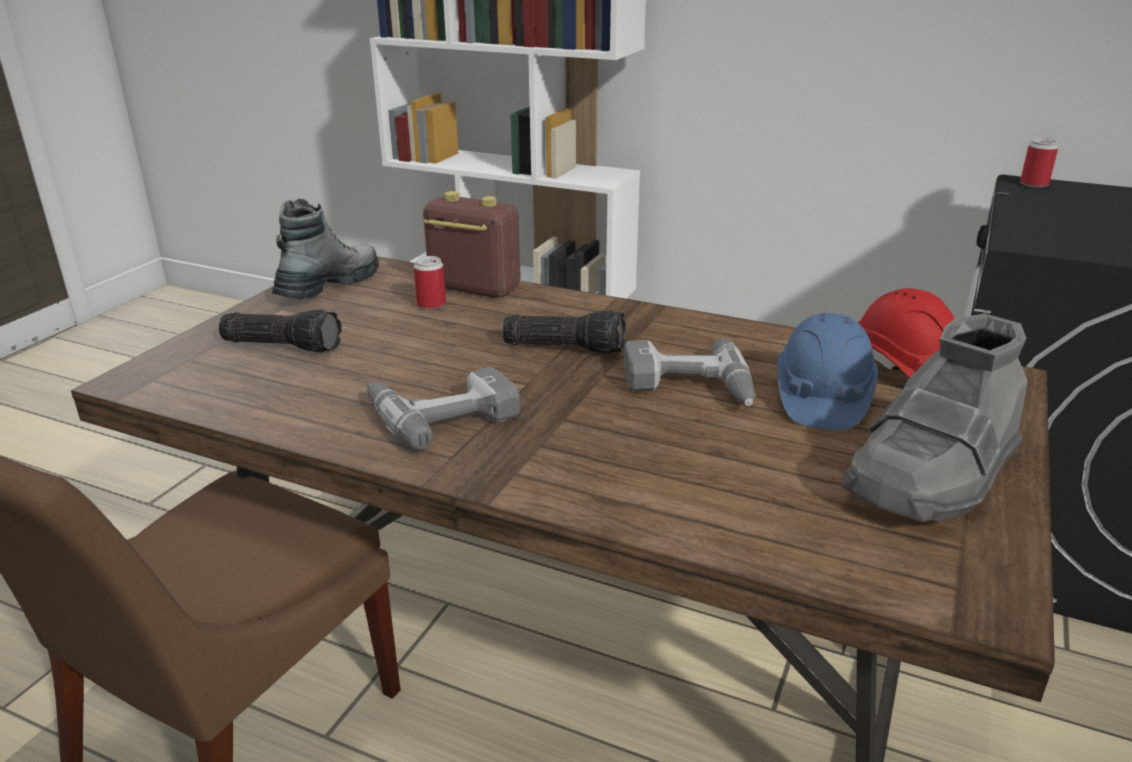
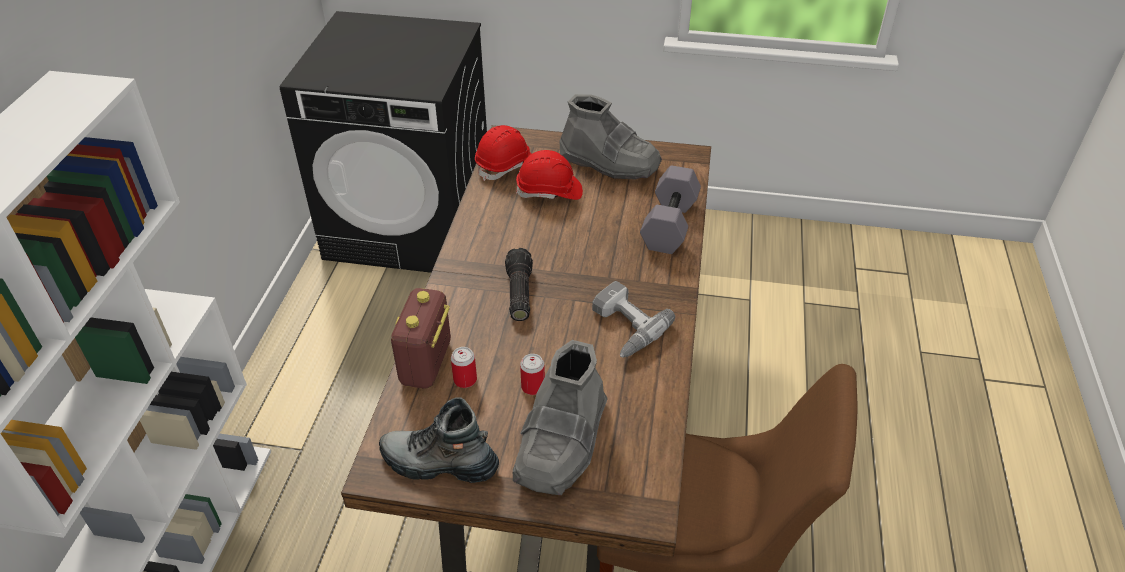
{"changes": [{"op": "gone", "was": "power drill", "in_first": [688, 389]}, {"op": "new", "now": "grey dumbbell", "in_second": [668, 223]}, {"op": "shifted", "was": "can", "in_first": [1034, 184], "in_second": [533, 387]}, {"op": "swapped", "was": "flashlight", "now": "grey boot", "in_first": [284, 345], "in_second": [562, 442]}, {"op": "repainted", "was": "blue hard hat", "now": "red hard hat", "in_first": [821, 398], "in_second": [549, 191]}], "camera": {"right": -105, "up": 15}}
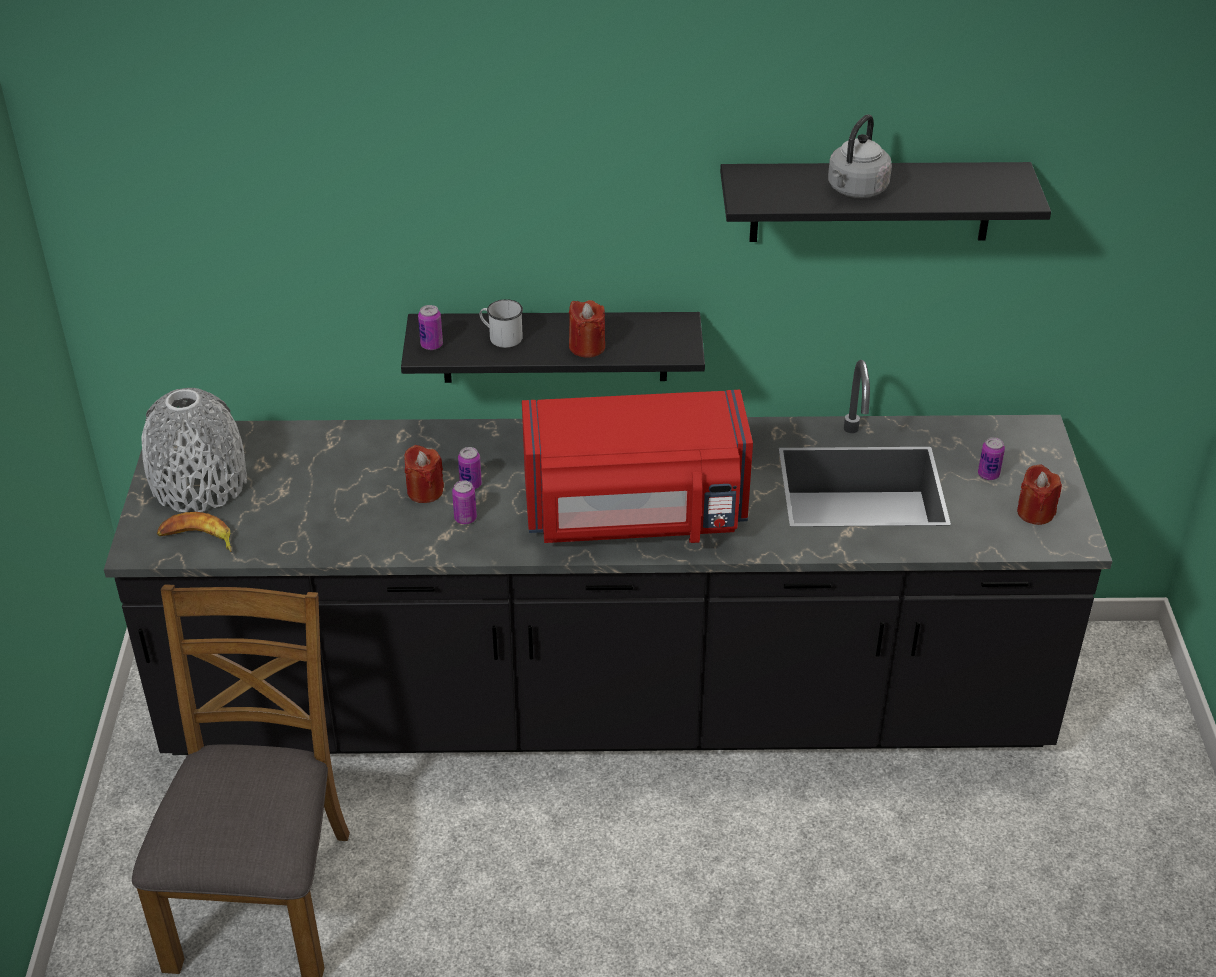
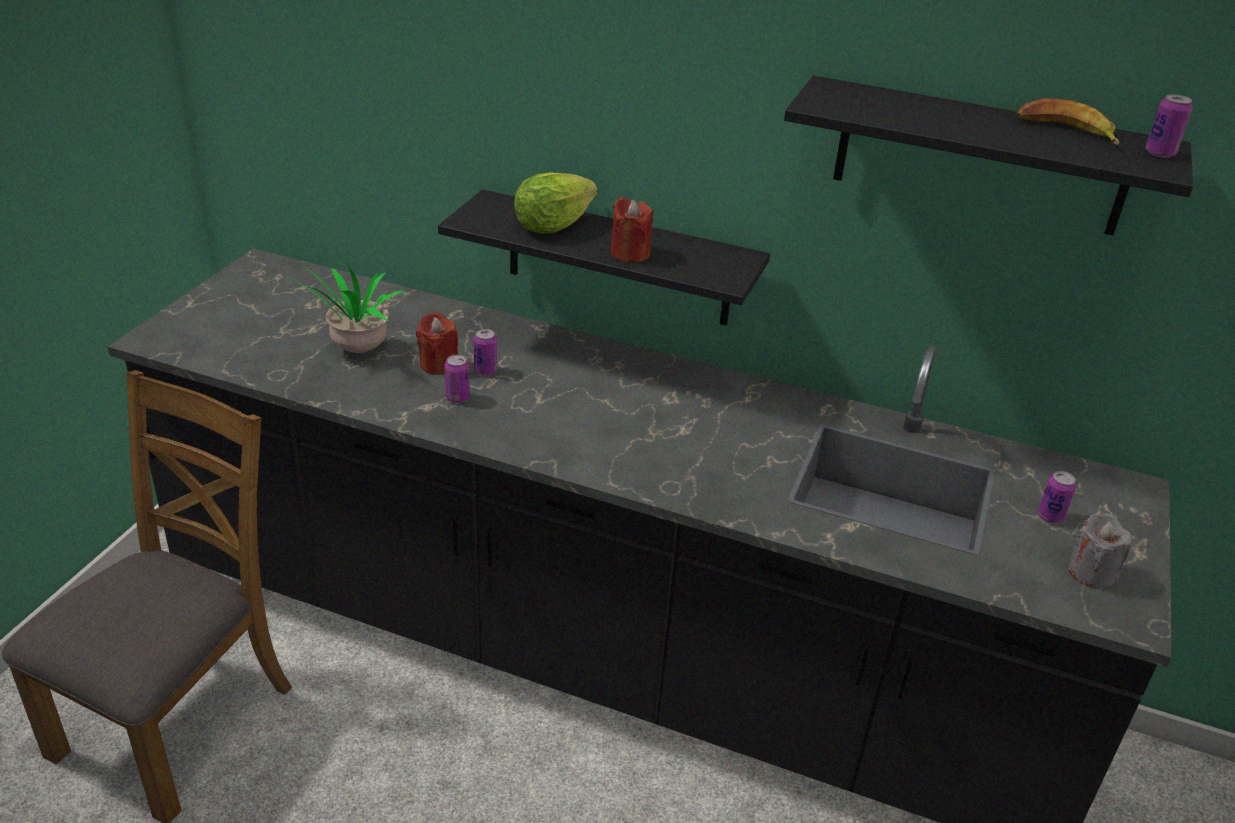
{"changes": [{"op": "gone", "was": "grey vase", "in_first": [199, 483]}, {"op": "gone", "was": "red microwave", "in_first": [635, 516]}, {"op": "gone", "was": "grey kettle", "in_first": [855, 190]}, {"op": "new", "now": "potted plant", "in_second": [356, 351]}, {"op": "shifted", "was": "banana", "in_first": [198, 539], "in_second": [1066, 131]}, {"op": "shifted", "was": "can", "in_first": [431, 345], "in_second": [1159, 153]}, {"op": "swapped", "was": "white mug", "now": "lettuce", "in_first": [501, 337], "in_second": [552, 226]}, {"op": "repainted", "was": "red candle", "now": "grey candle", "in_first": [1035, 513], "in_second": [1091, 573]}], "camera": {"right": 20, "up": -5}}
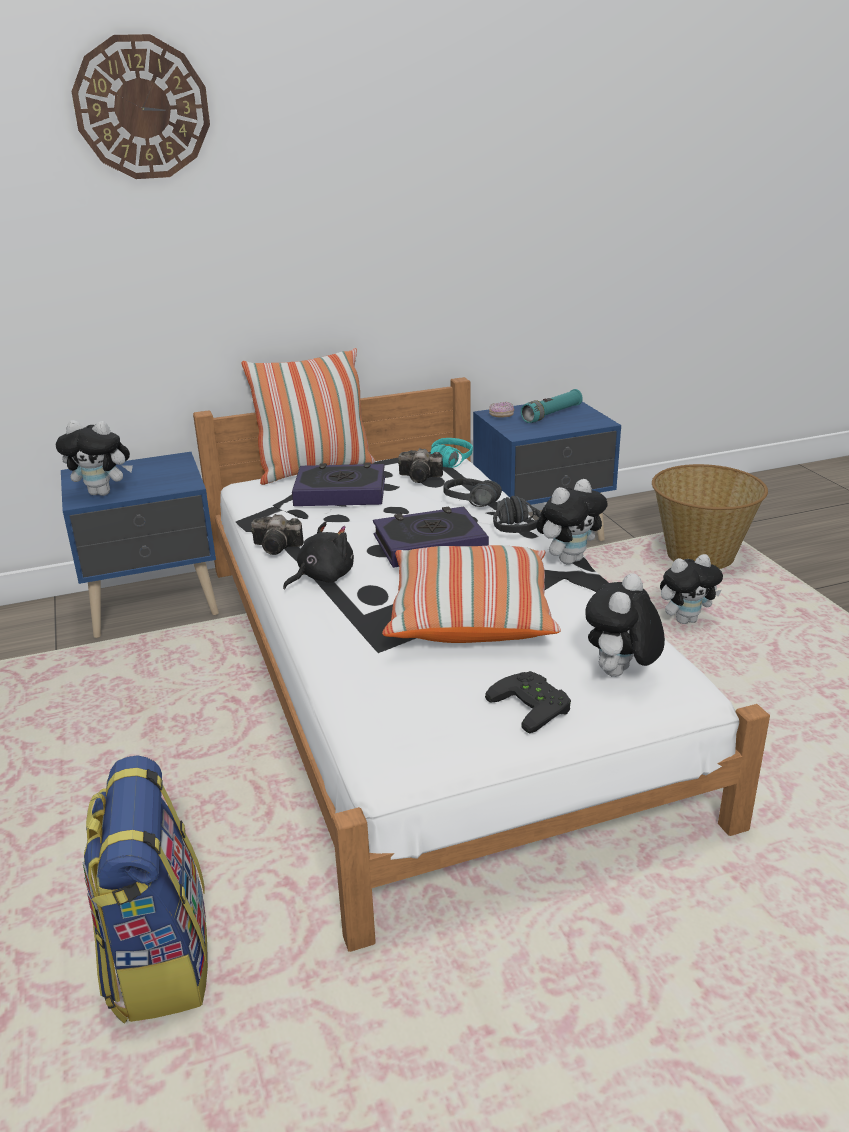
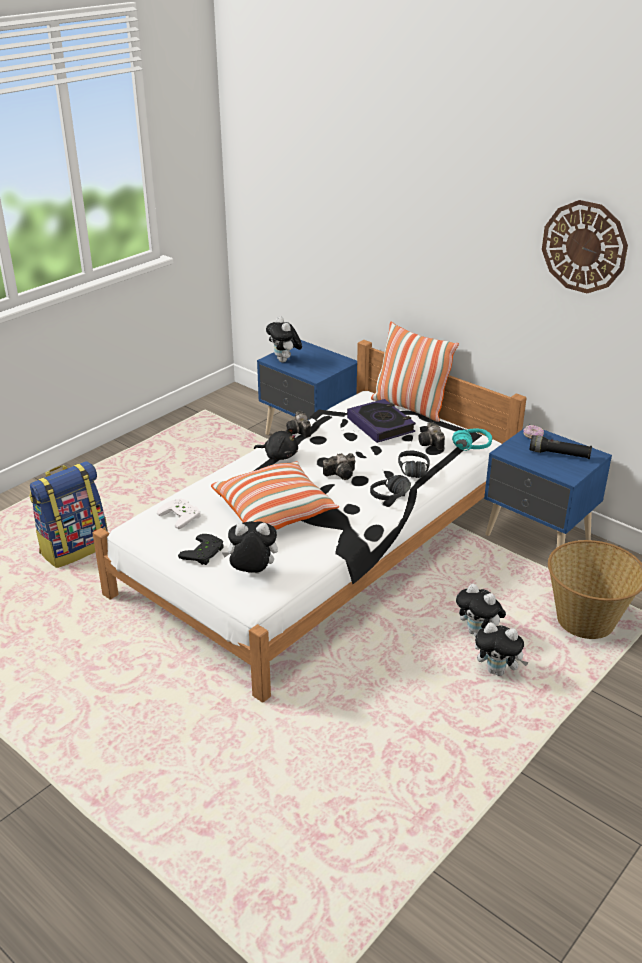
{"changes": [{"op": "new", "now": "white game controller", "in_second": [182, 515]}, {"op": "shifted", "was": "wall clock", "in_first": [142, 108], "in_second": [584, 247]}, {"op": "shifted", "was": "plush toy", "in_first": [569, 559], "in_second": [497, 671]}, {"op": "swapped", "was": "book", "now": "photo camera", "in_first": [429, 544], "in_second": [342, 474]}, {"op": "repainted", "was": "turquoise flashlight", "now": "black flashlight", "in_first": [552, 415], "in_second": [559, 454]}], "camera": {"right": 60, "up": 5}}
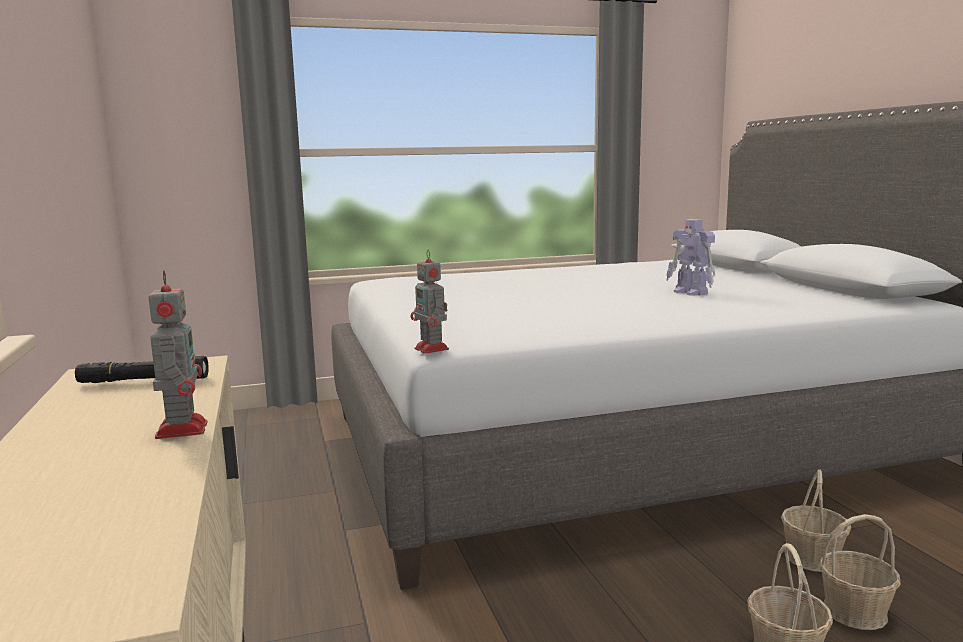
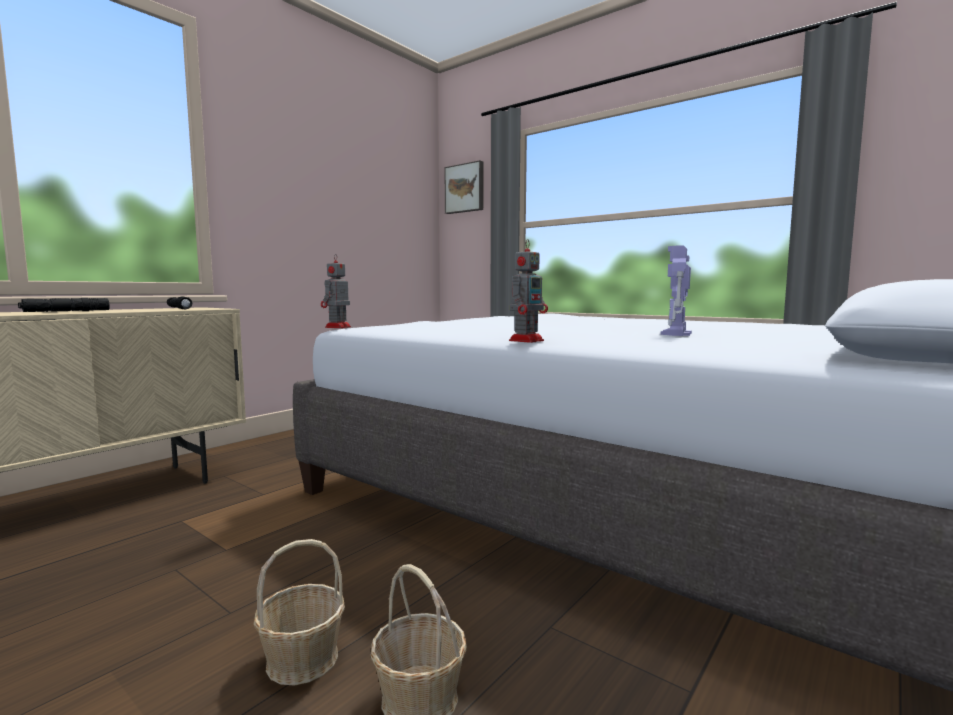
{"changes": [{"op": "gone", "was": "basket", "in_first": [812, 557]}, {"op": "new", "now": "black flashlight", "in_second": [66, 311]}, {"op": "new", "now": "picture", "in_second": [465, 188]}, {"op": "shifted", "was": "toy robot", "in_first": [182, 429], "in_second": [527, 340]}], "camera": {"right": 55, "up": -5}}
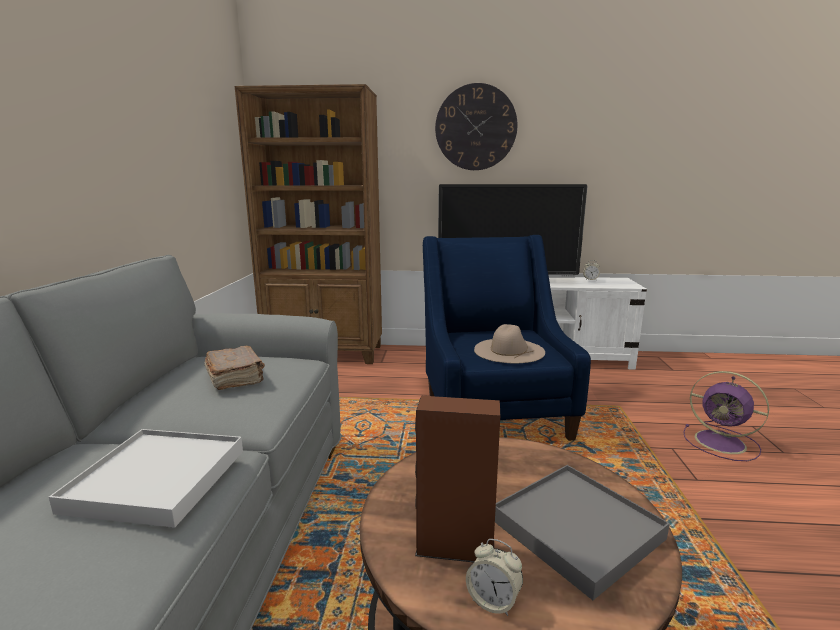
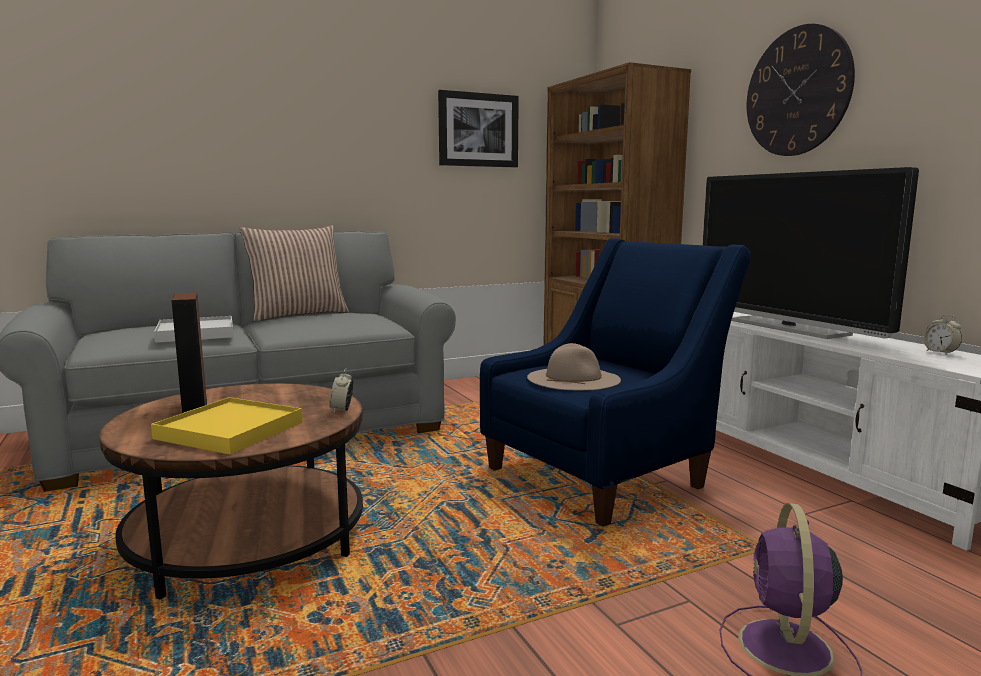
{"changes": [{"op": "gone", "was": "brown book", "in_first": [235, 378]}, {"op": "new", "now": "pillow", "in_second": [298, 314]}, {"op": "new", "now": "picture", "in_second": [478, 130]}, {"op": "shifted", "was": "alarm clock", "in_first": [493, 601], "in_second": [342, 410]}, {"op": "repainted", "was": "grey tray", "now": "yellow tray", "in_first": [577, 529], "in_second": [230, 430]}], "camera": {"right": 60, "up": -5}}
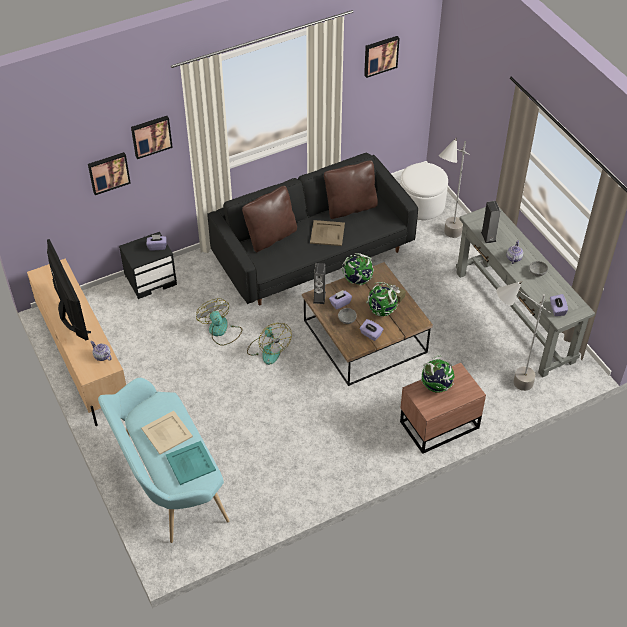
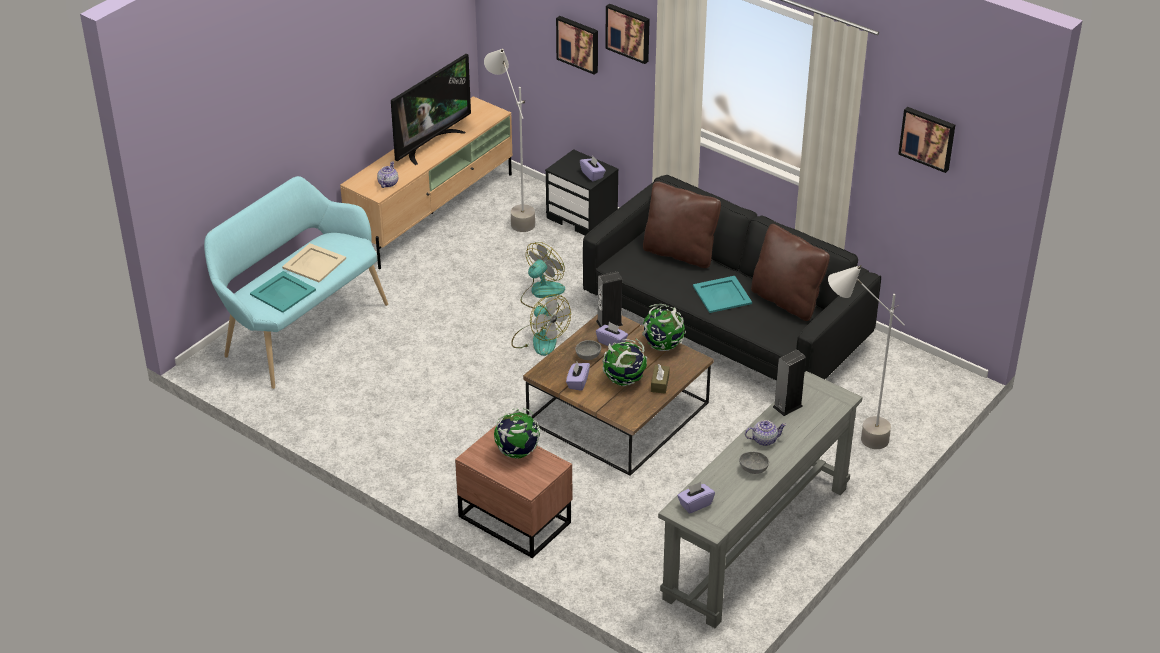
{"changes": [{"op": "gone", "was": "white ottoman", "in_first": [421, 204]}, {"op": "shifted", "was": "grey floor lamp", "in_first": [506, 384], "in_second": [512, 214]}, {"op": "repainted", "was": "beige tray", "now": "turquoise tray", "in_first": [327, 233], "in_second": [722, 295]}, {"op": "rotated", "was": "fan", "in_first": [268, 349], "in_second": [539, 339], "clockwise": -75}], "camera": {"right": 65, "up": -10}}
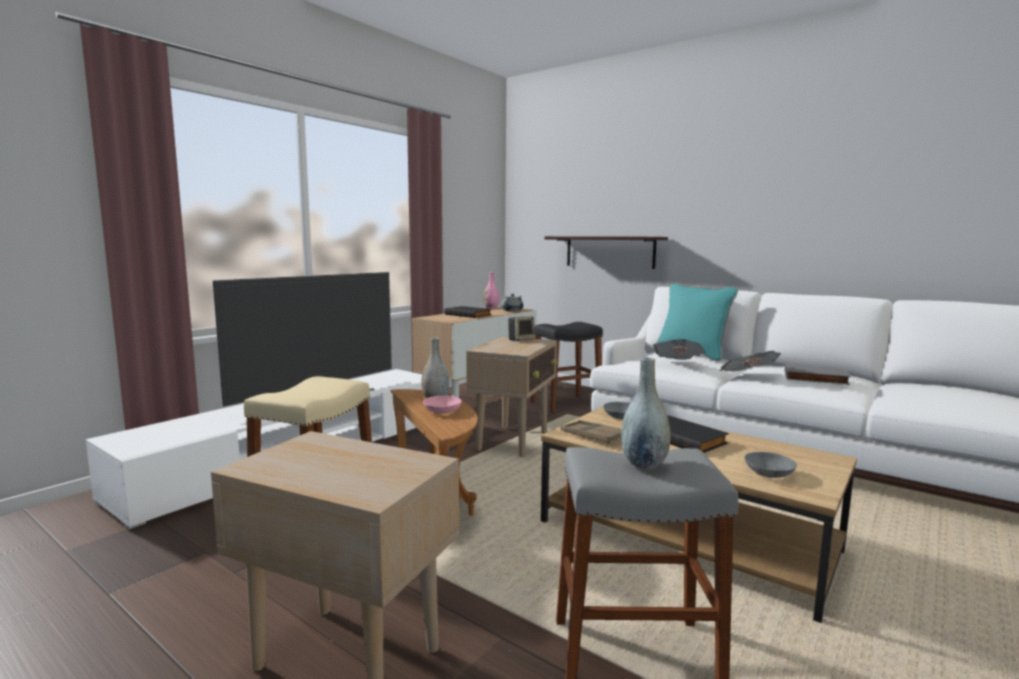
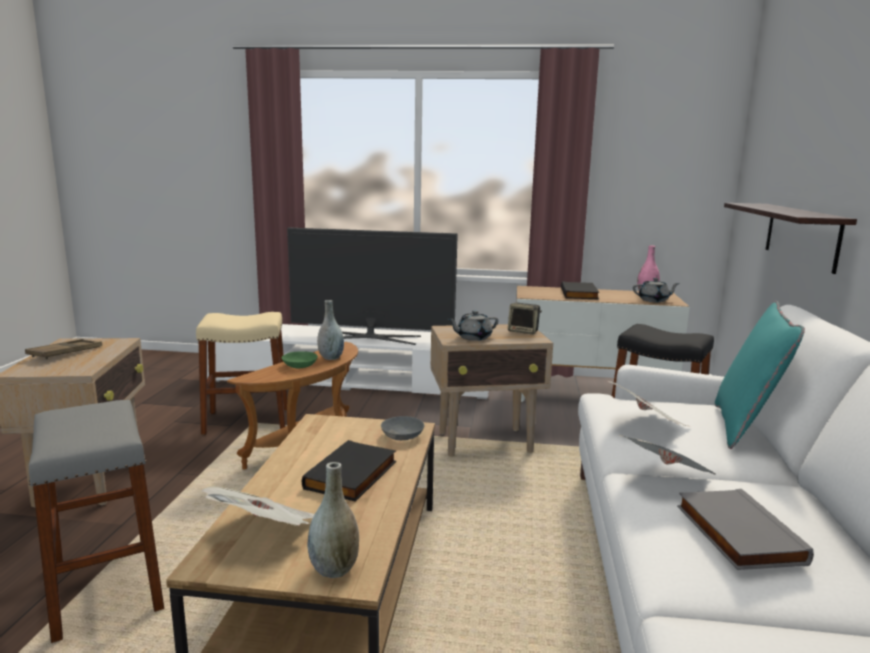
{"changes": [{"op": "new", "now": "grey teapot", "in_second": [473, 337]}, {"op": "shifted", "was": "brown tray", "in_first": [592, 436], "in_second": [65, 353]}, {"op": "shifted", "was": "grey vase", "in_first": [644, 464], "in_second": [334, 569]}, {"op": "swapped", "was": "grey bowl", "now": "newspaper", "in_first": [767, 473], "in_second": [265, 532]}, {"op": "repainted", "was": "pink bowl", "now": "green bowl", "in_first": [442, 411], "in_second": [299, 366]}], "camera": {"right": 60, "up": 5}}
